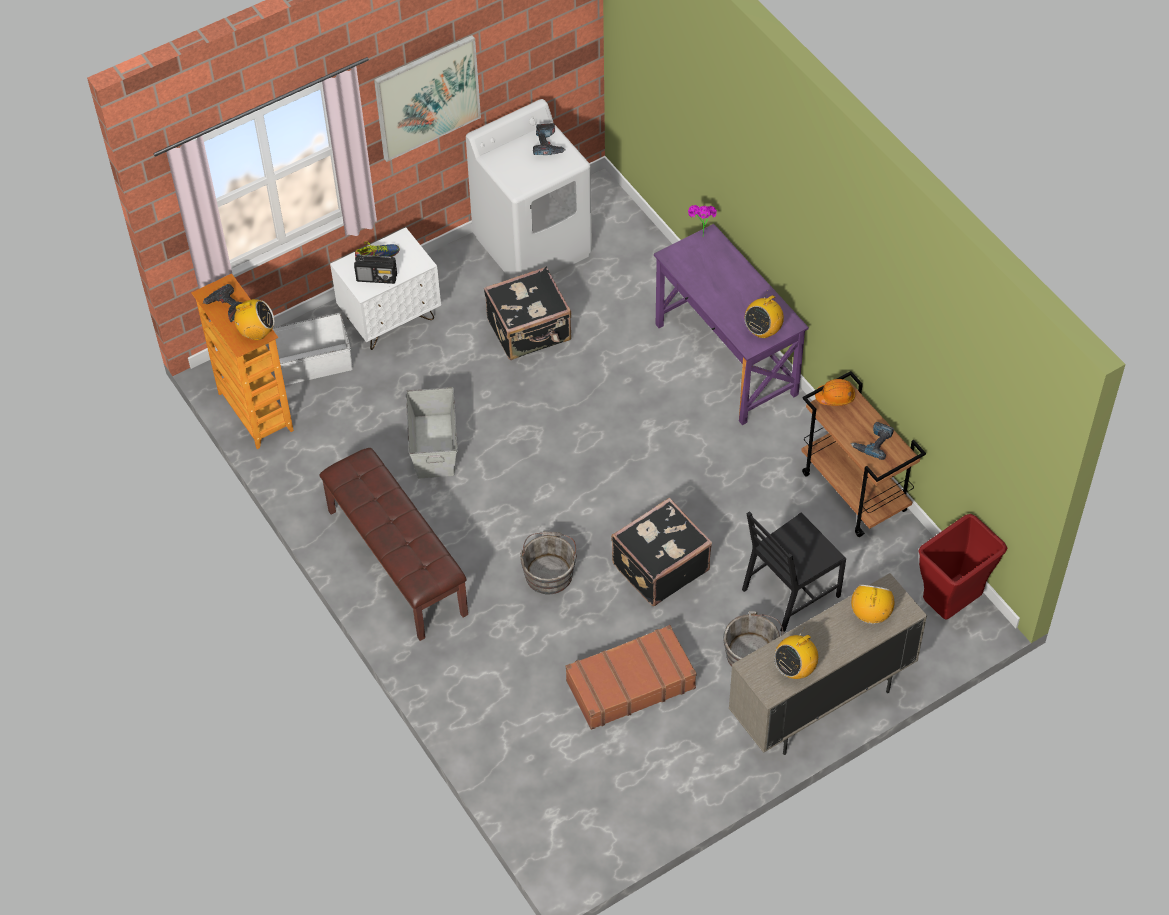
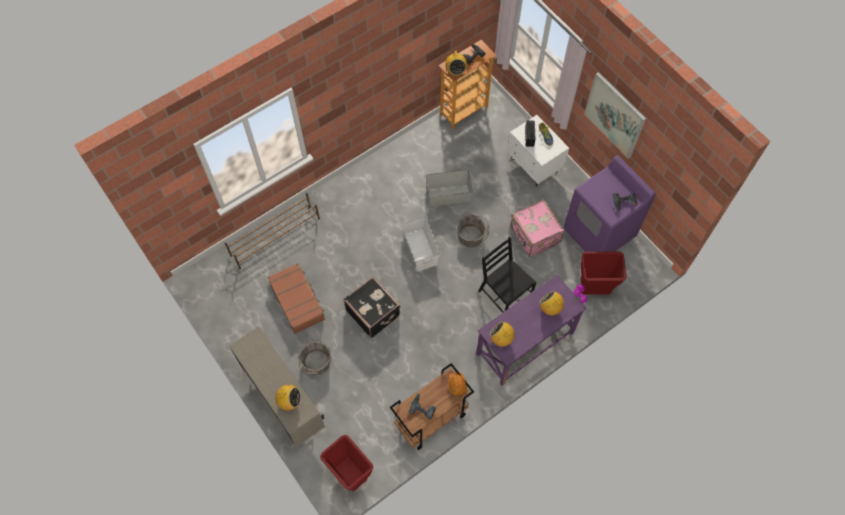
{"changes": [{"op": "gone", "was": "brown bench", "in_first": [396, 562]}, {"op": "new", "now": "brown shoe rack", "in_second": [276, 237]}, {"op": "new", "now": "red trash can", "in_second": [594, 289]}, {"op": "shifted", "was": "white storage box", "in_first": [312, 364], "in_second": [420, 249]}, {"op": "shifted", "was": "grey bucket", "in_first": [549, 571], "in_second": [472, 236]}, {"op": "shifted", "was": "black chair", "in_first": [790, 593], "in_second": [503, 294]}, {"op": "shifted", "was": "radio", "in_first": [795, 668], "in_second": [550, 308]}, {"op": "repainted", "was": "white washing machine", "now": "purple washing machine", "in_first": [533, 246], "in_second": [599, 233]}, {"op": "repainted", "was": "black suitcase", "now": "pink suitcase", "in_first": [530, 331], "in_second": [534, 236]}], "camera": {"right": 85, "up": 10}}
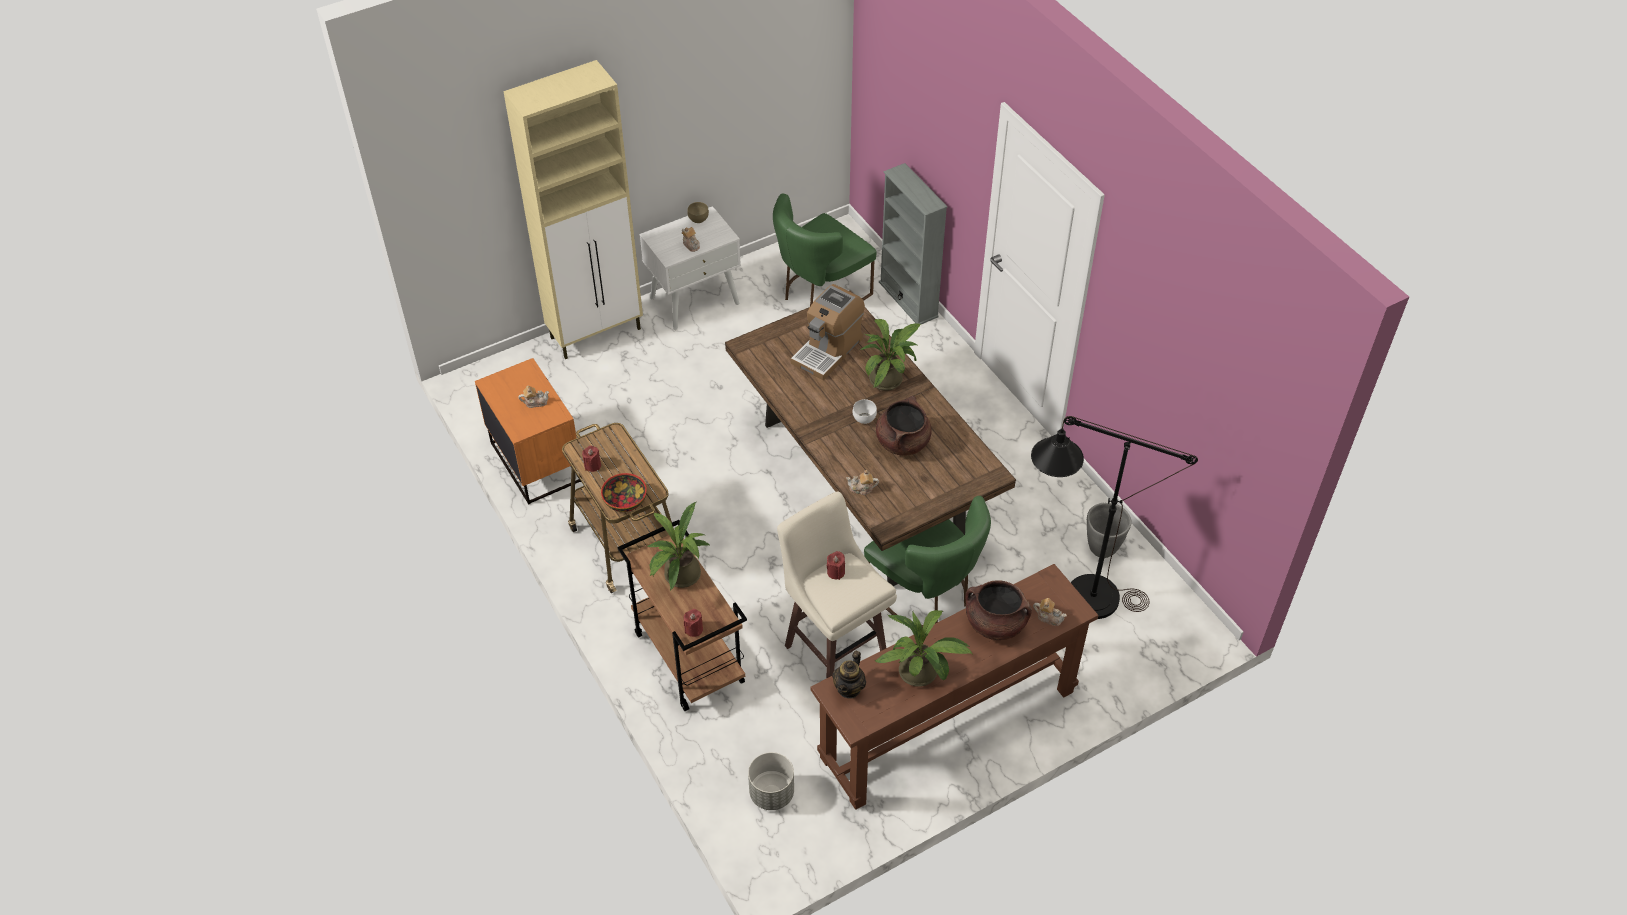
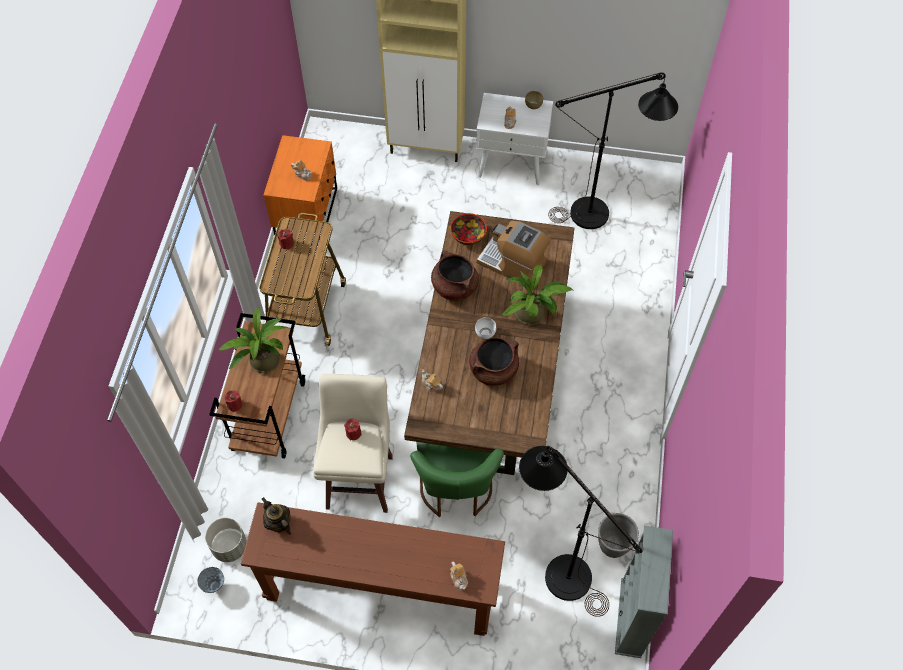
{"changes": [{"op": "gone", "was": "potted plant", "in_first": [922, 675]}, {"op": "new", "now": "grey vase", "in_second": [214, 586]}, {"op": "shifted", "was": "bowl", "in_first": [624, 501], "in_second": [468, 235]}, {"op": "shifted", "was": "grey bookcase", "in_first": [908, 299], "in_second": [631, 617]}, {"op": "shifted", "was": "brown cooking pot", "in_first": [995, 624], "in_second": [454, 287]}, {"op": "swapped", "was": "green chair", "now": "black floor lamp", "in_first": [820, 294], "in_second": [601, 213]}, {"op": "rotated", "was": "coffee machine", "in_first": [828, 350], "in_second": [512, 264], "clockwise": 45}, {"op": "rotated", "was": "teapot", "in_first": [849, 688], "in_second": [278, 523], "clockwise": 75}], "camera": {"right": 40, "up": 10}}
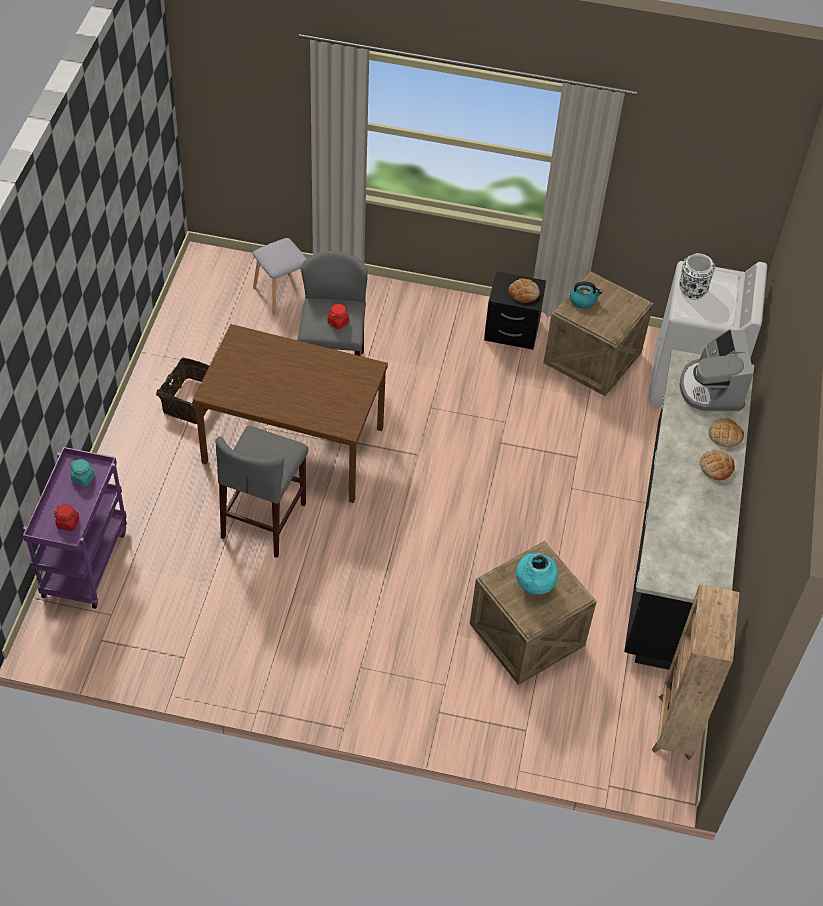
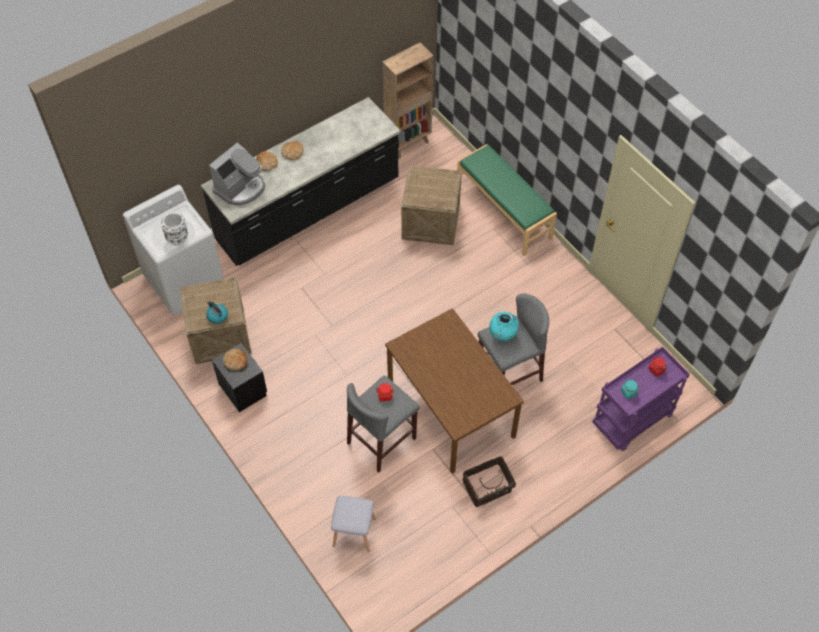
{"changes": [{"op": "new", "now": "green bench", "in_second": [504, 211]}, {"op": "shifted", "was": "turquoise vase", "in_first": [534, 586], "in_second": [502, 335]}], "camera": {"right": -135, "up": 5}}
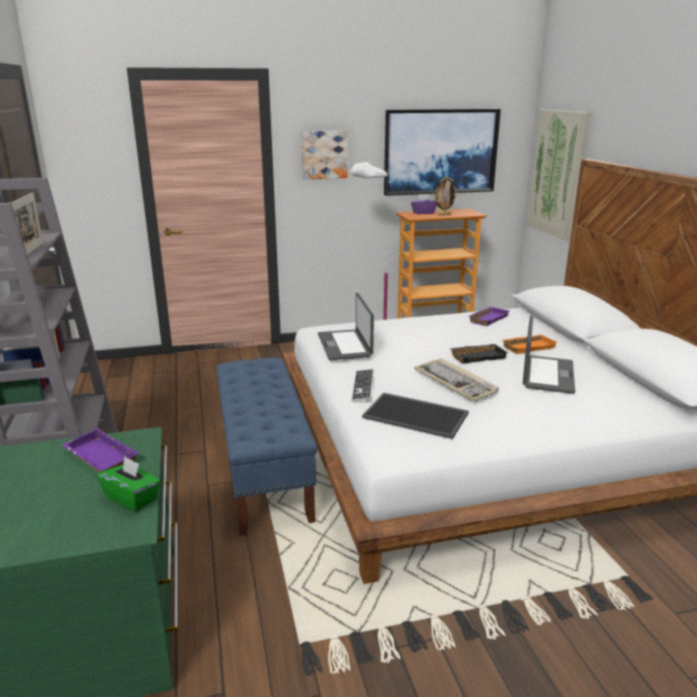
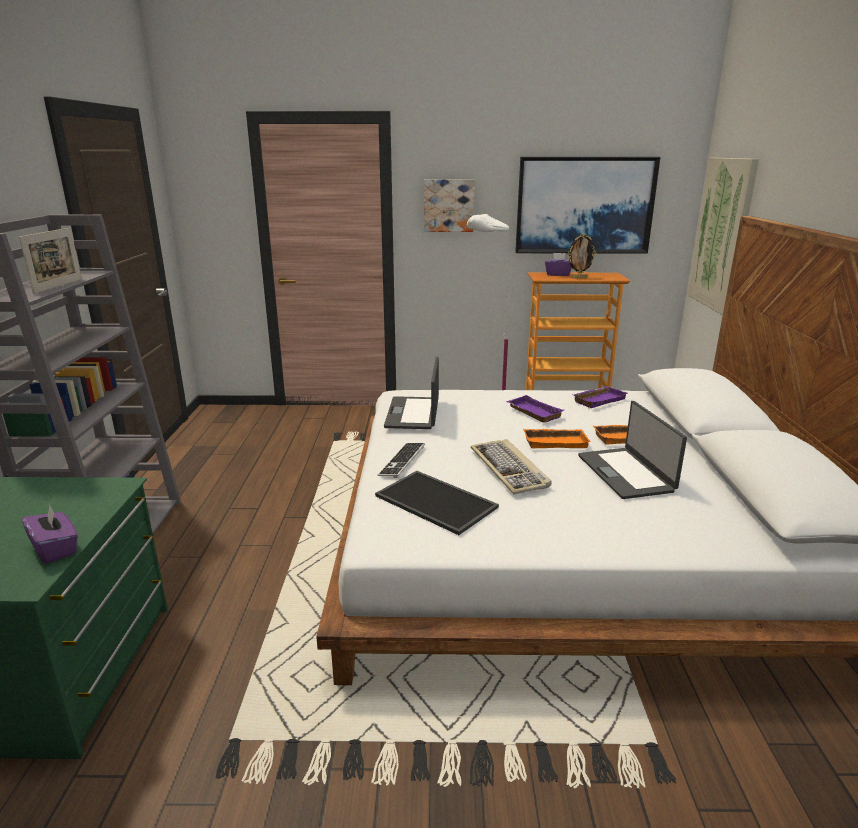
{"changes": [{"op": "gone", "was": "blue bench", "in_first": [265, 472]}, {"op": "shifted", "was": "purple tray", "in_first": [98, 458], "in_second": [532, 412]}, {"op": "repainted", "was": "green tissue box", "now": "purple tissue box", "in_first": [132, 498], "in_second": [55, 549]}, {"op": "repainted", "was": "black tray", "now": "orange tray", "in_first": [477, 356], "in_second": [556, 442]}, {"op": "rotated", "was": "laptop", "in_first": [546, 374], "in_second": [626, 473], "clockwise": 135}], "camera": {"right": 15, "up": 0}}
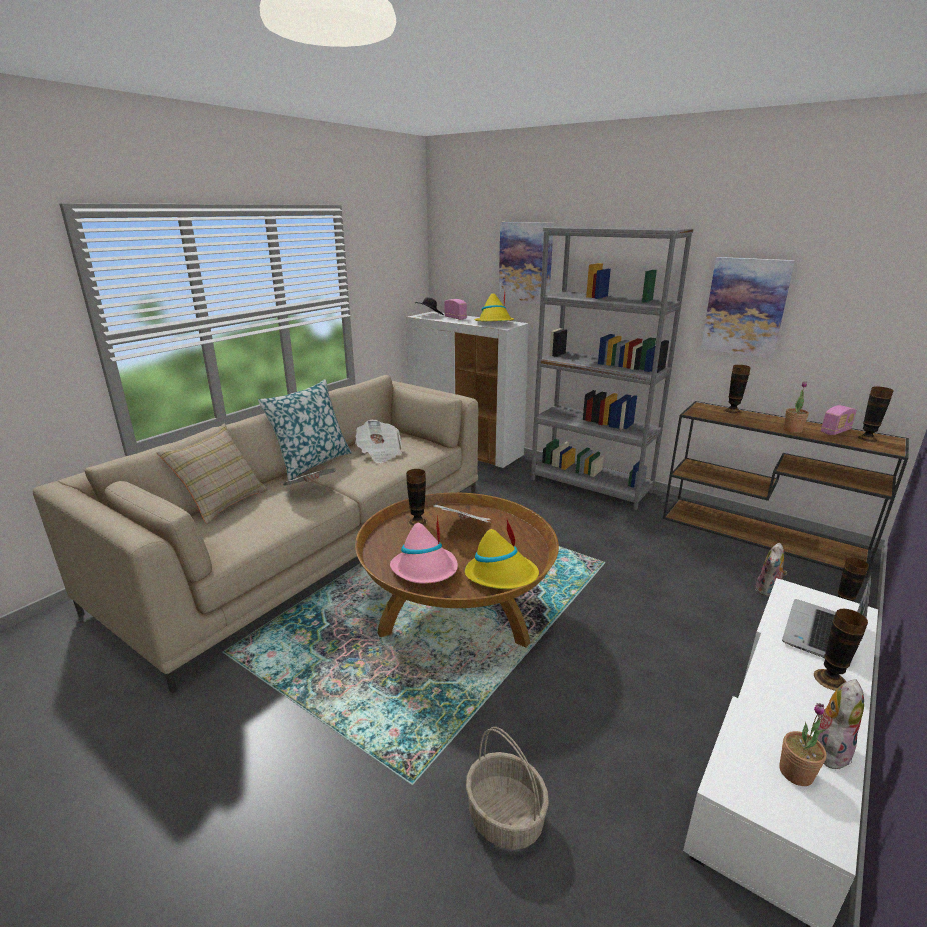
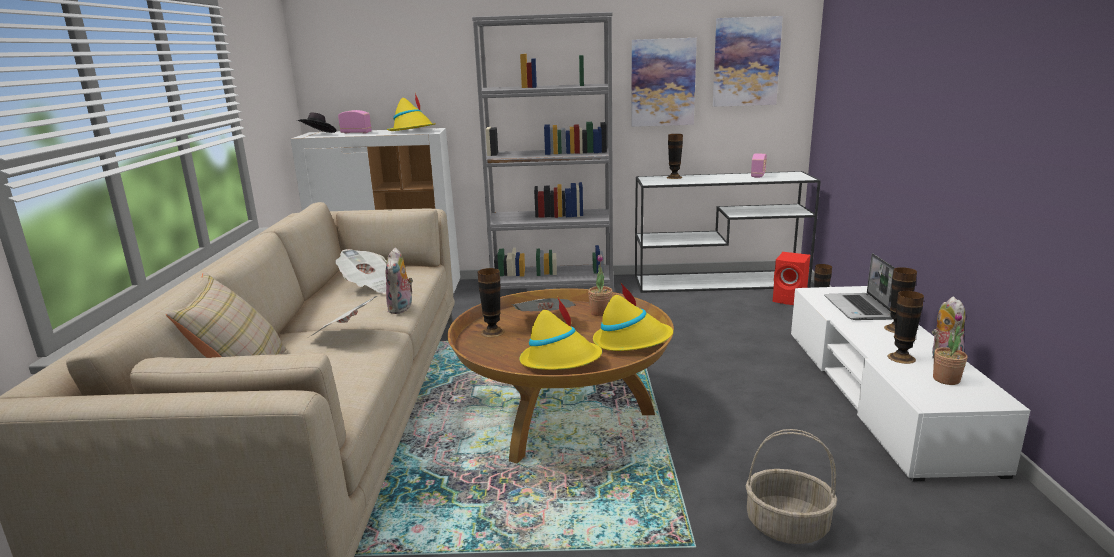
{"changes": [{"op": "gone", "was": "pillow", "in_first": [312, 463]}, {"op": "new", "now": "red speaker", "in_second": [790, 299]}, {"op": "shifted", "was": "picture", "in_first": [525, 263], "in_second": [746, 62]}, {"op": "shifted", "was": "plush toy", "in_first": [768, 591], "in_second": [401, 309]}, {"op": "shifted", "was": "potted plant", "in_first": [792, 430], "in_second": [600, 312]}, {"op": "shifted", "was": "vase", "in_first": [867, 439], "in_second": [901, 358]}, {"op": "repainted", "was": "pink hat", "now": "yellow hat", "in_first": [425, 570], "in_second": [561, 360]}, {"op": "repainted", "was": "brown console table", "now": "white console table", "in_first": [763, 534], "in_second": [721, 281]}], "camera": {"right": -35, "up": -5}}
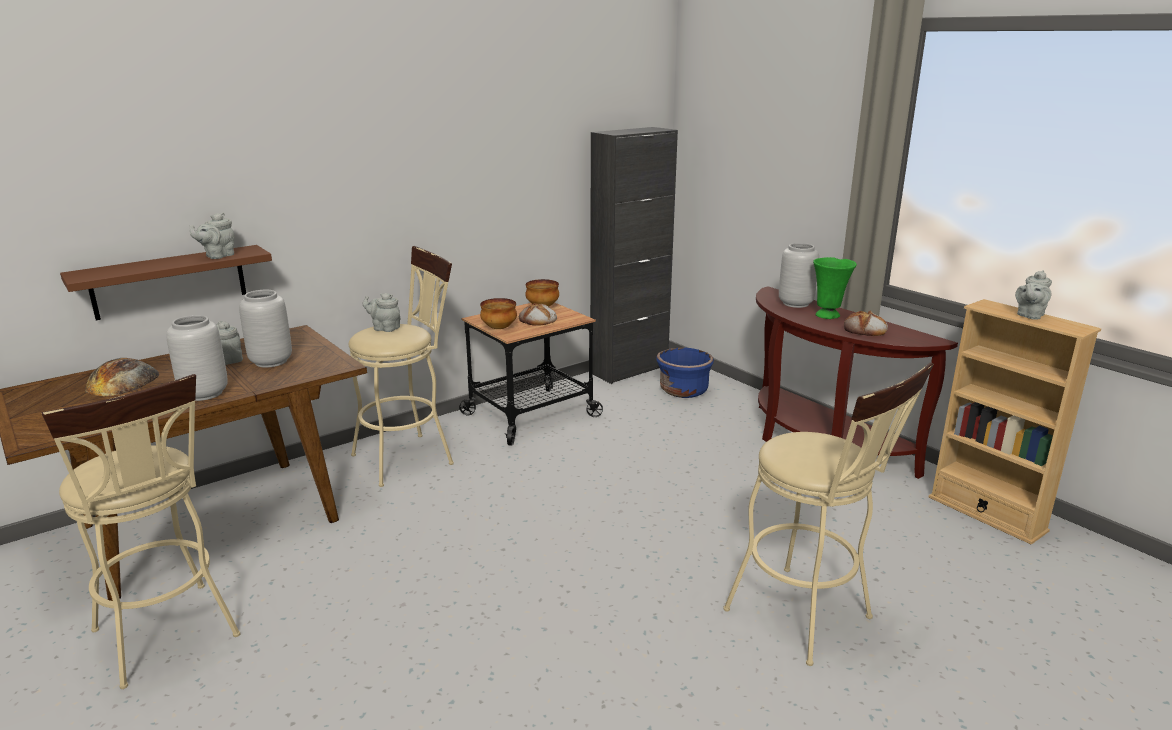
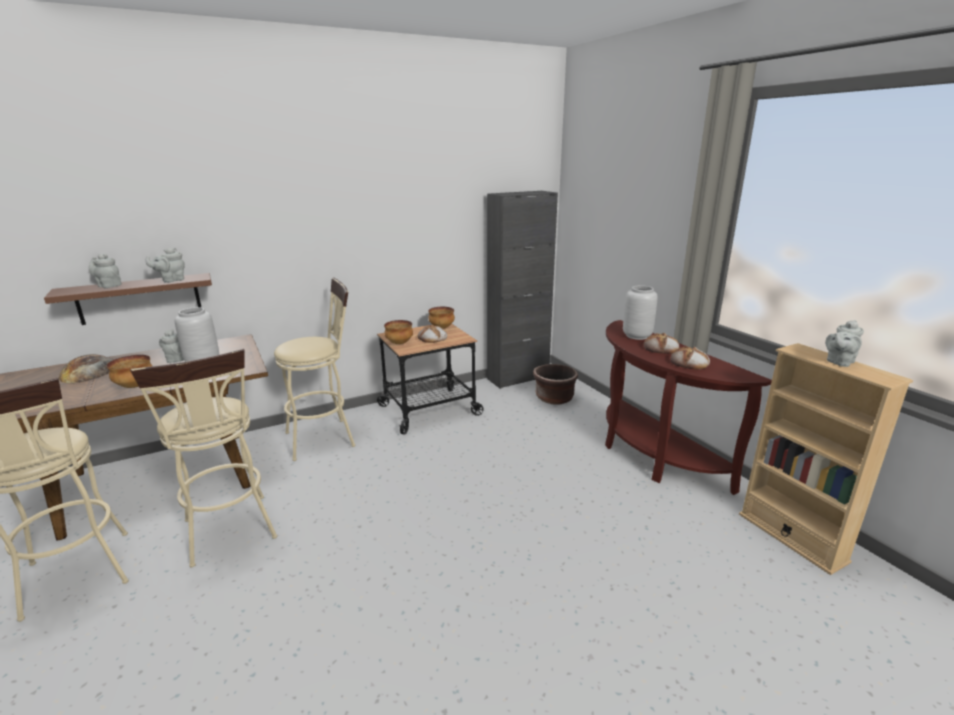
{"changes": [{"op": "shifted", "was": "grey teapot", "in_first": [384, 328], "in_second": [108, 285]}, {"op": "shifted", "was": "beige stool", "in_first": [808, 619], "in_second": [231, 534]}, {"op": "swapped", "was": "grey vase", "now": "bowl", "in_first": [205, 393], "in_second": [136, 386]}, {"op": "swapped", "was": "green vase", "now": "bread", "in_first": [828, 316], "in_second": [661, 348]}, {"op": "repainted", "was": "blue planter", "now": "brown planter", "in_first": [683, 391], "in_second": [554, 398]}], "camera": {"right": 10, "up": 0}}
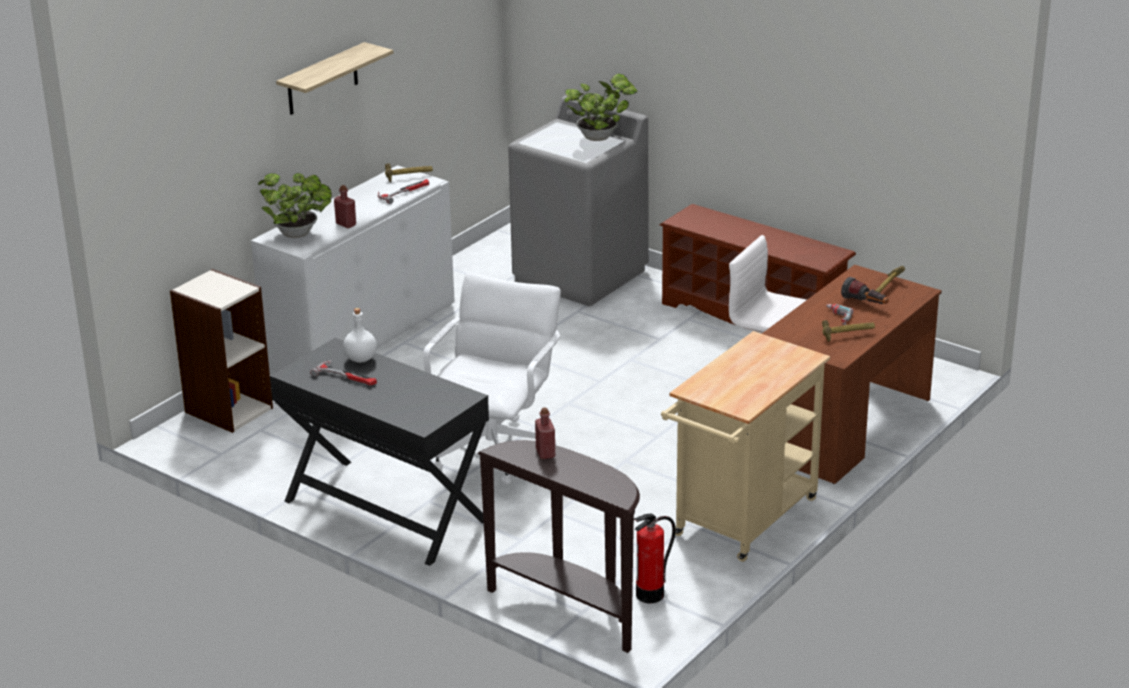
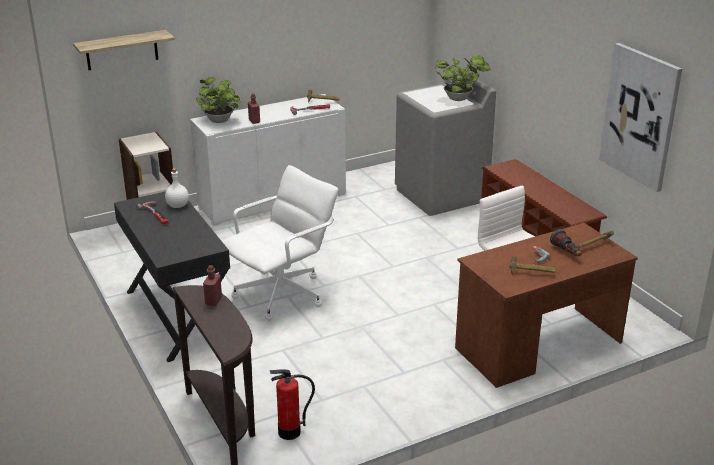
{"changes": [{"op": "gone", "was": "beige cart", "in_first": [741, 523]}, {"op": "new", "now": "picture", "in_second": [640, 116]}, {"op": "shifted", "was": "shelf", "in_first": [322, 80], "in_second": [122, 50]}], "camera": {"right": 25, "up": 0}}
